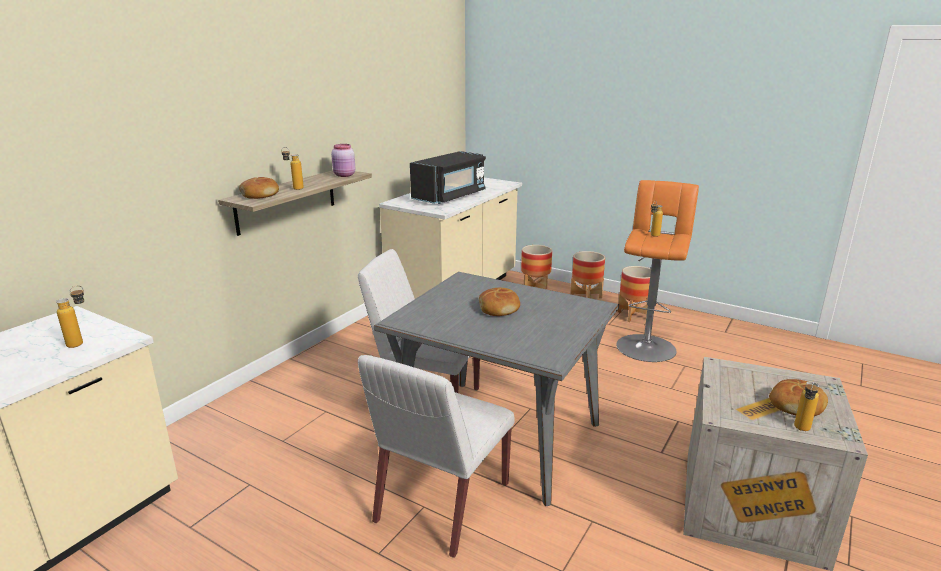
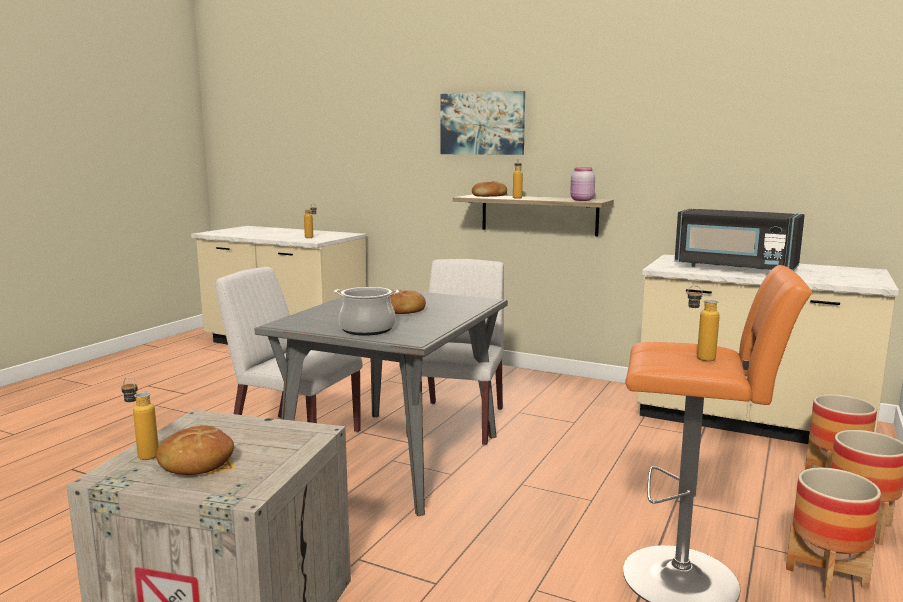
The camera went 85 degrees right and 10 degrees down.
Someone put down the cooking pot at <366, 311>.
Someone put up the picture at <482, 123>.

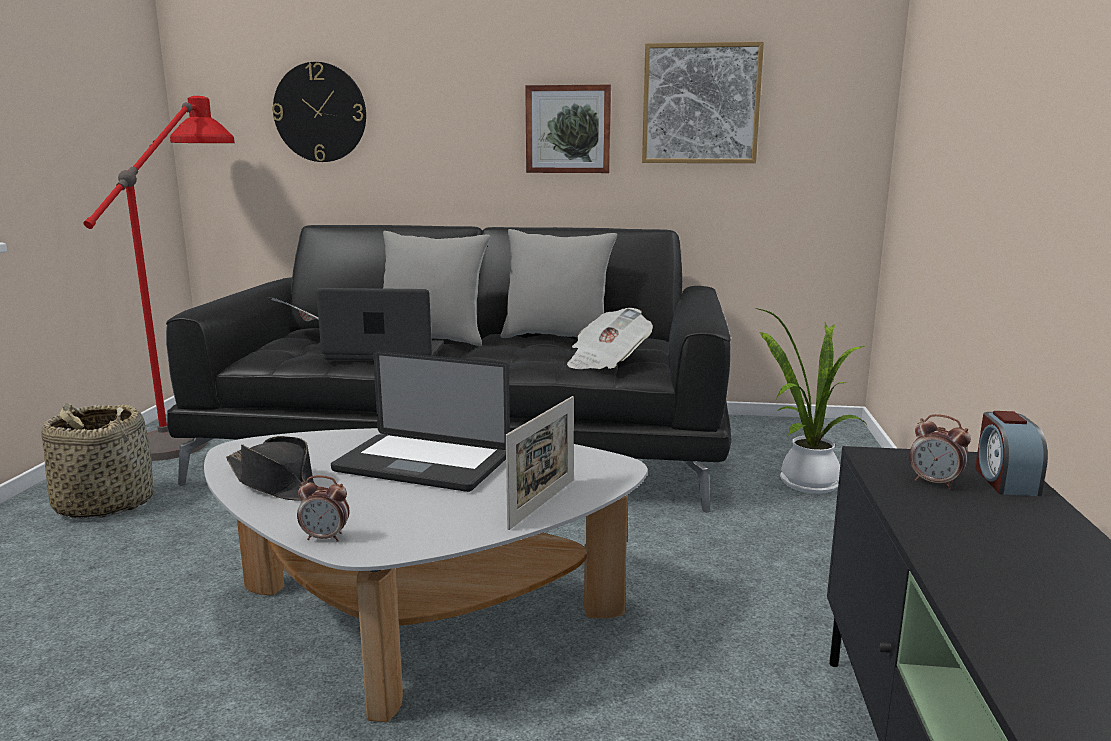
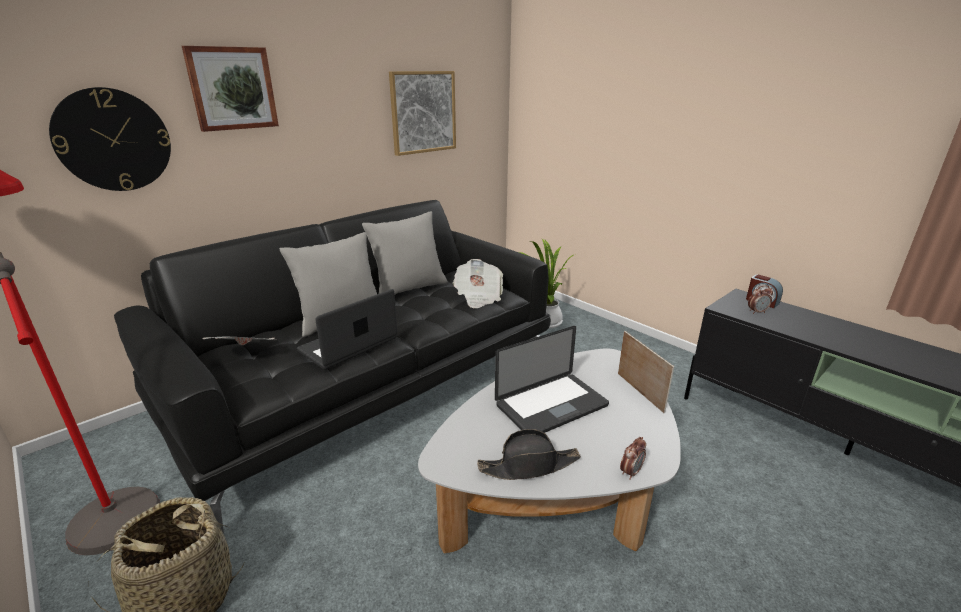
The camera went 50 degrees left and 10 degrees up.
Someone carried the picture from <568, 129> to <230, 89>.

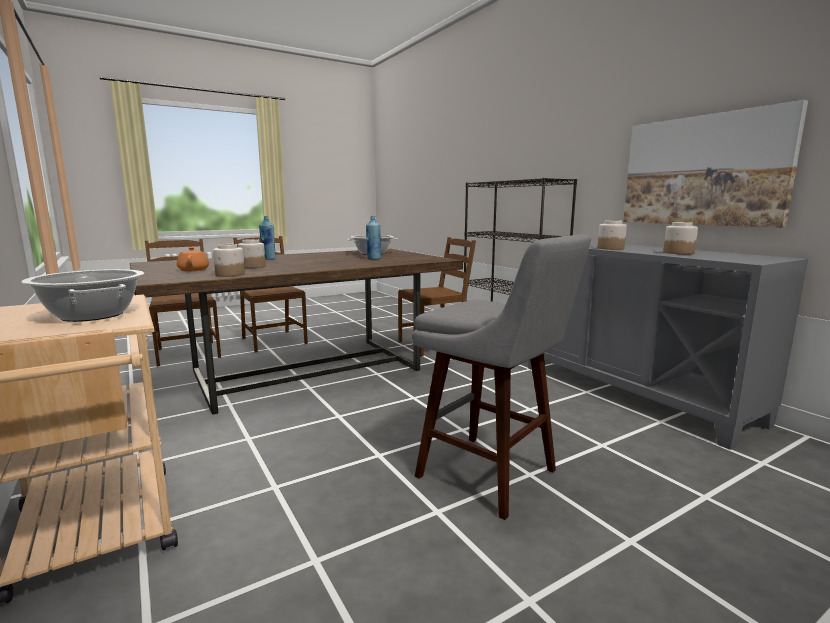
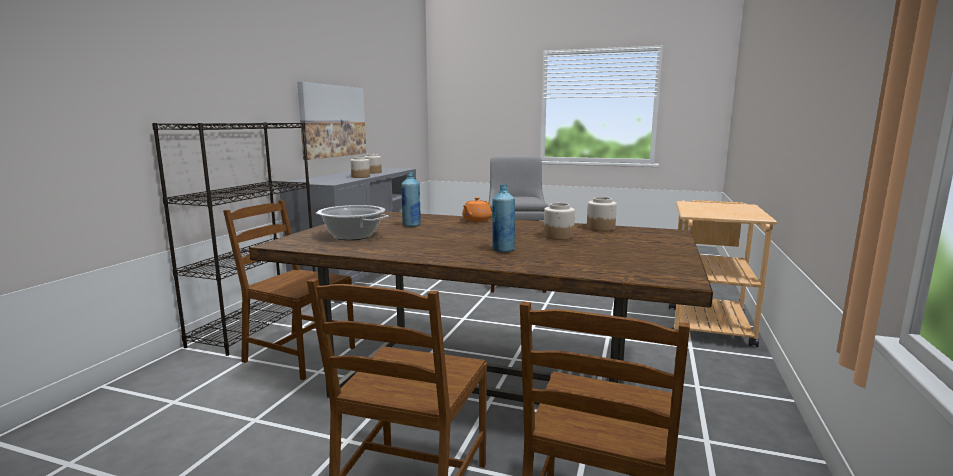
The camera went 130 degrees left and 0 degrees up.
Someone took away the cooking pot at <83, 295>.
Someone carried the teapot/orange from <193, 259> to <477, 209>.

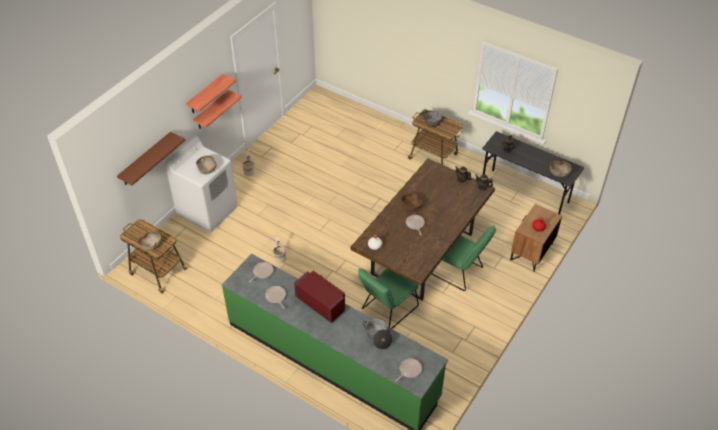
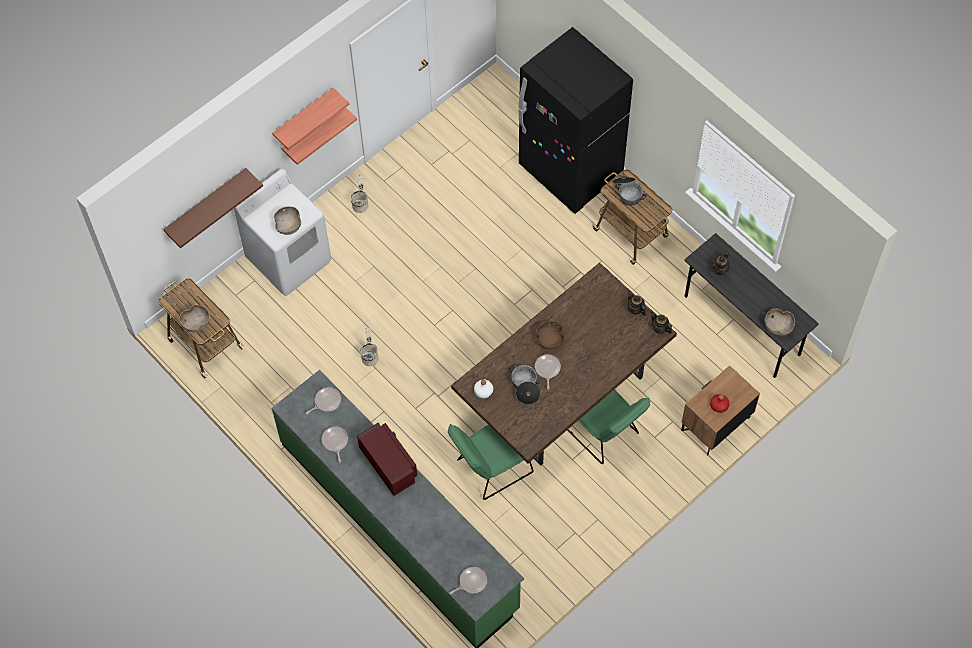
The camera went 15 degrees right and 15 degrees up.
Someone put down the fridge/black at <576, 120>.
Someone carried the cooking pot from <378, 334> to <525, 385>.

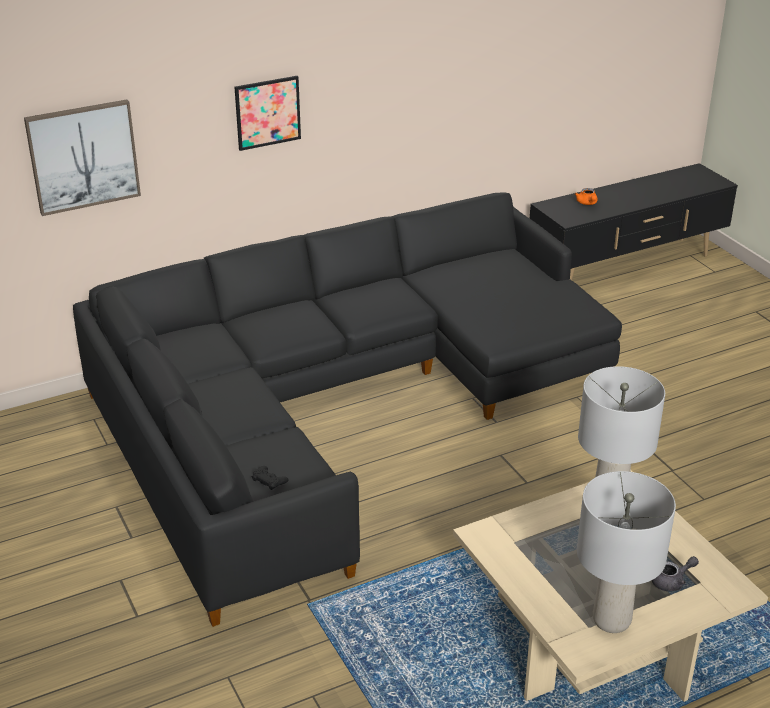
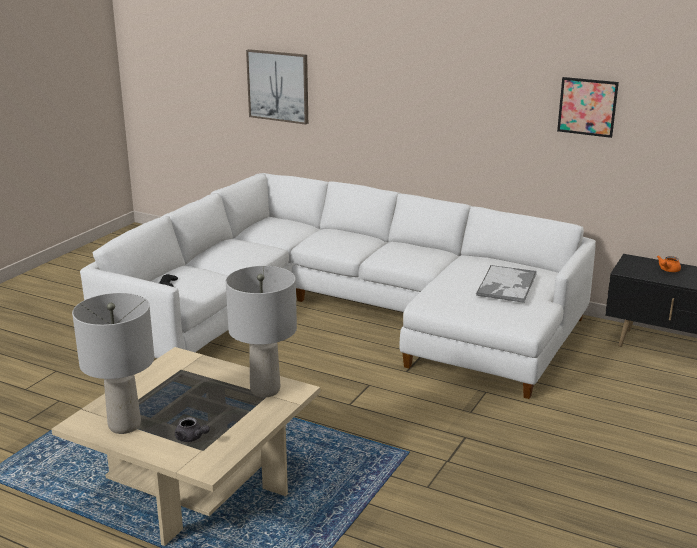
The camera went 55 degrees right and 10 degrees down.
Someone put down the tray at <506, 284>.
Someone carried the picture from <267, 113> to <588, 107>.
Someone repainted the sofa/black at <347, 409>, which became the sofa/white at <338, 286>.

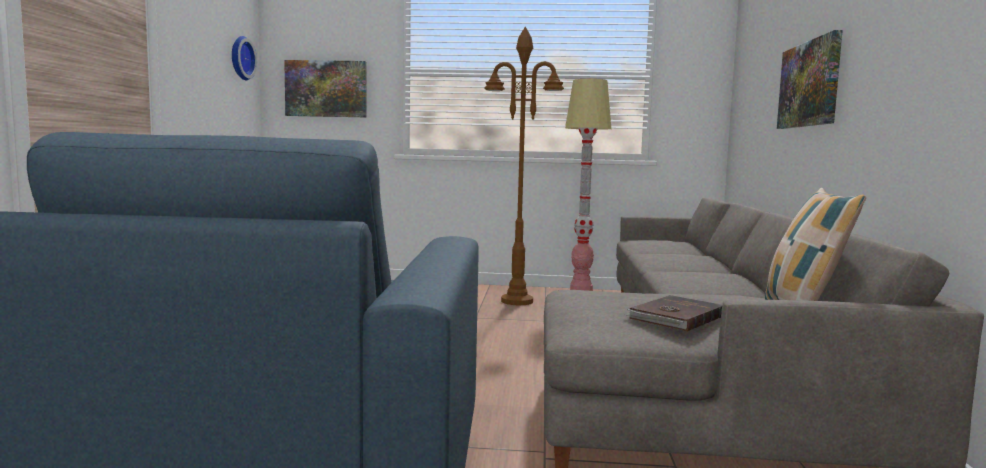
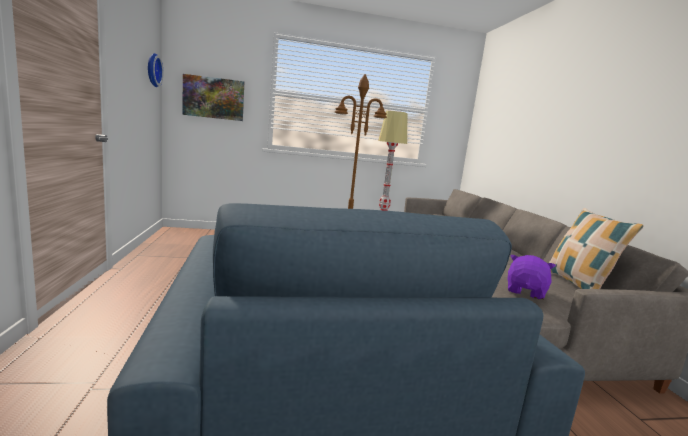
The camera went 15 degrees left and 5 degrees up.
Someone took away the picture at <810, 79>.
Someone swapped the book/brown at <673, 313> for the plush toy/purple at <531, 277>.

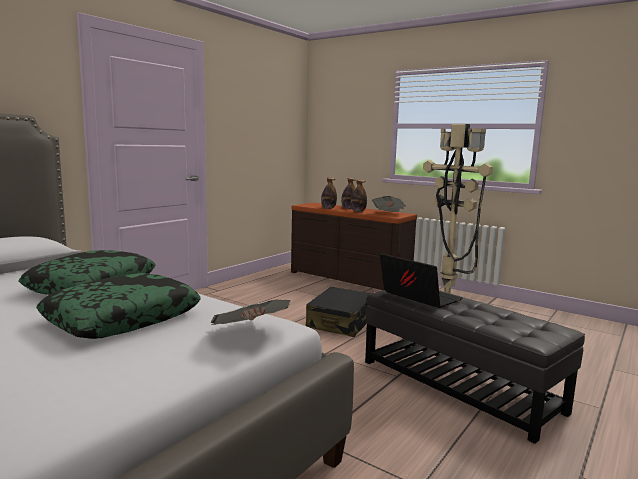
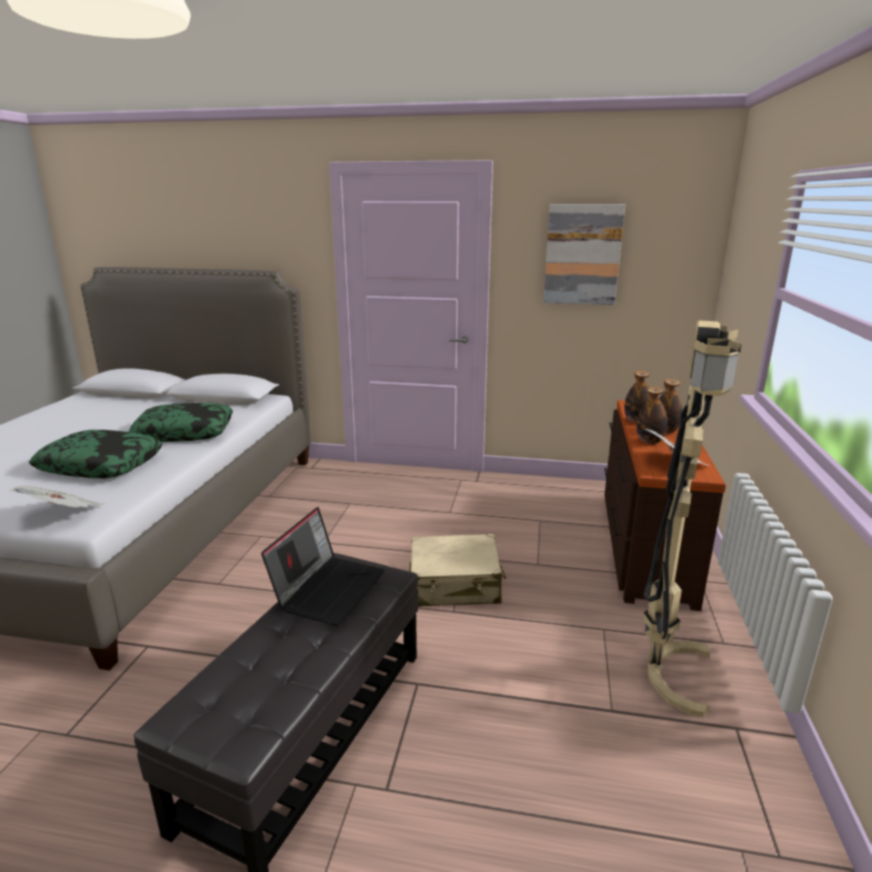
The camera went 65 degrees right and 10 degrees up.
Someone put up the picture at <584, 254>.
Someone repainted the suitcase/black at <338, 312>, which became the suitcase/beige at <458, 570>.

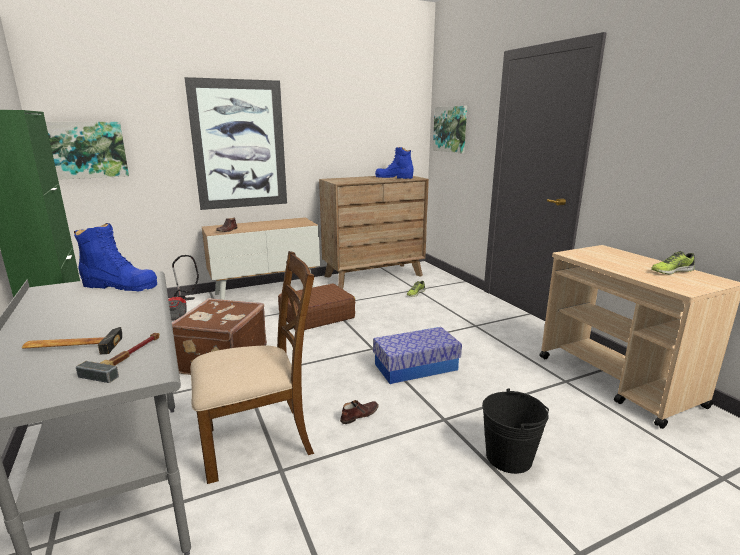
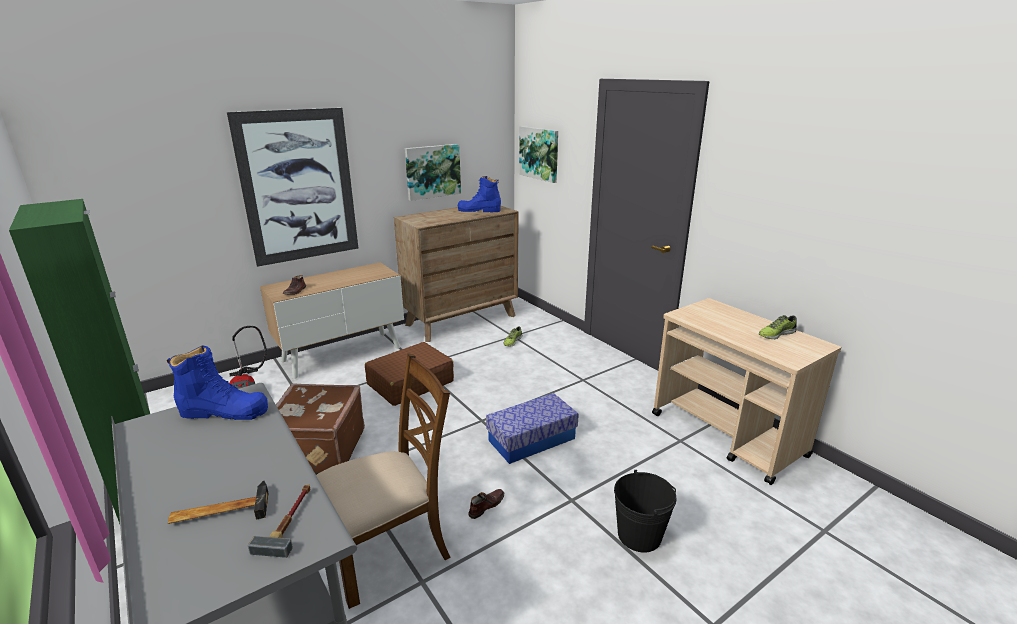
The camera went 10 degrees left and 5 degrees up.
Someone carried the picture from <87, 151> to <433, 172>.

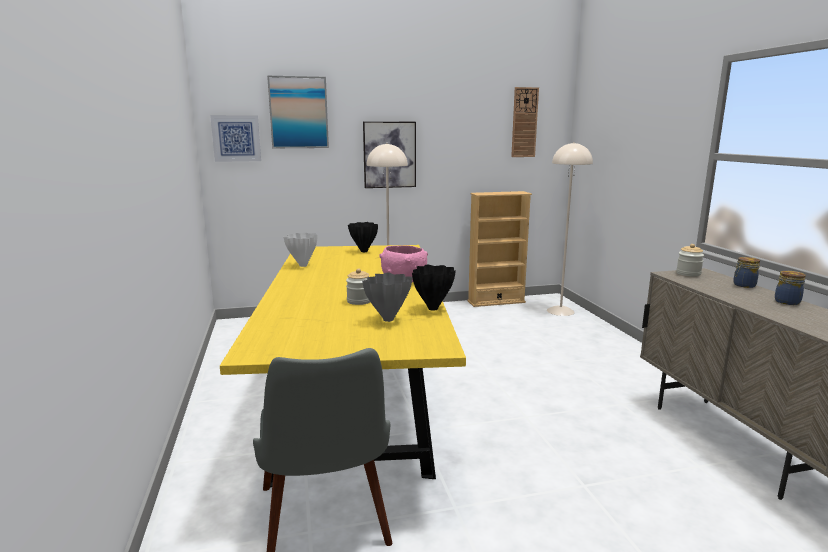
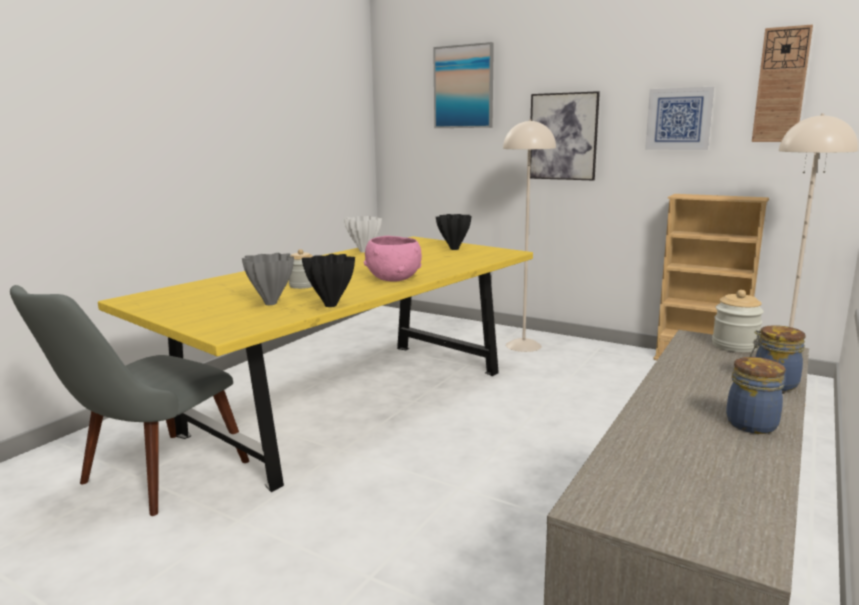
The camera went 45 degrees right and 0 degrees up.
Someone carried the picture from <235, 138> to <679, 118>.

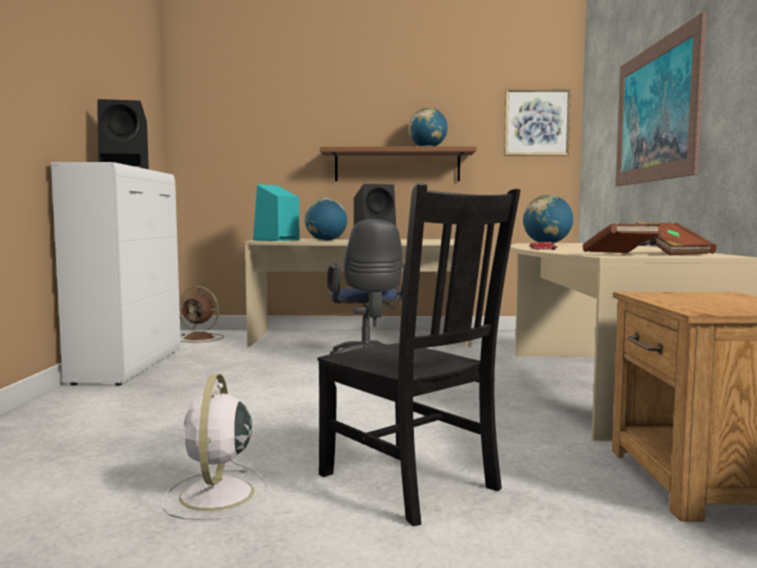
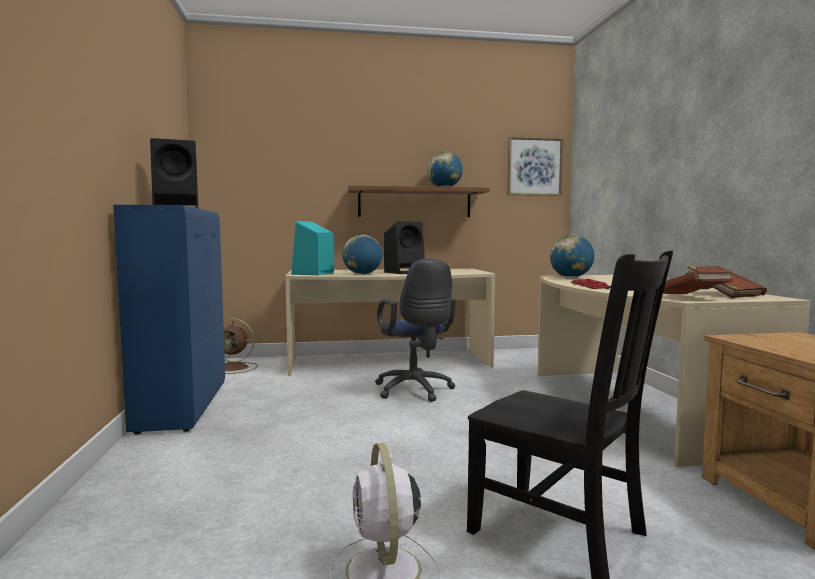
The camera went 10 degrees left and 0 degrees up.
Someone took away the picture at <661, 99>.
Someone repainted the cabinet/white at <116, 274>, which became the cabinet/blue at <169, 319>.

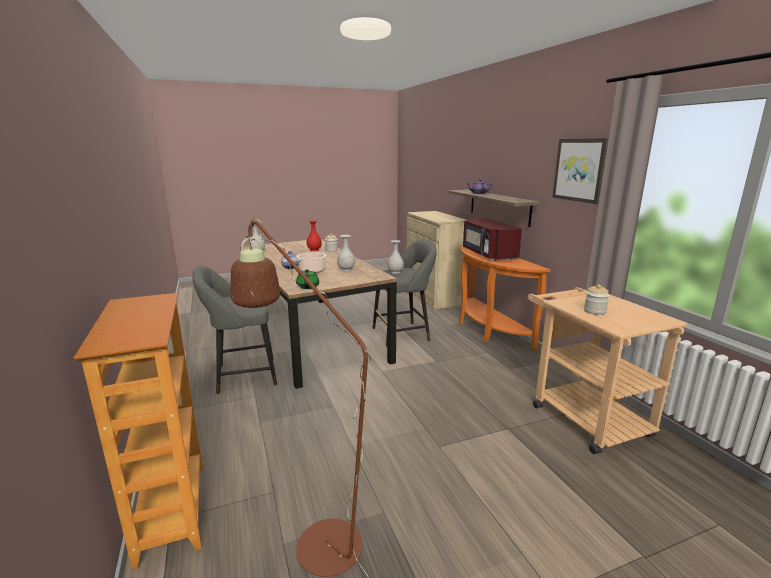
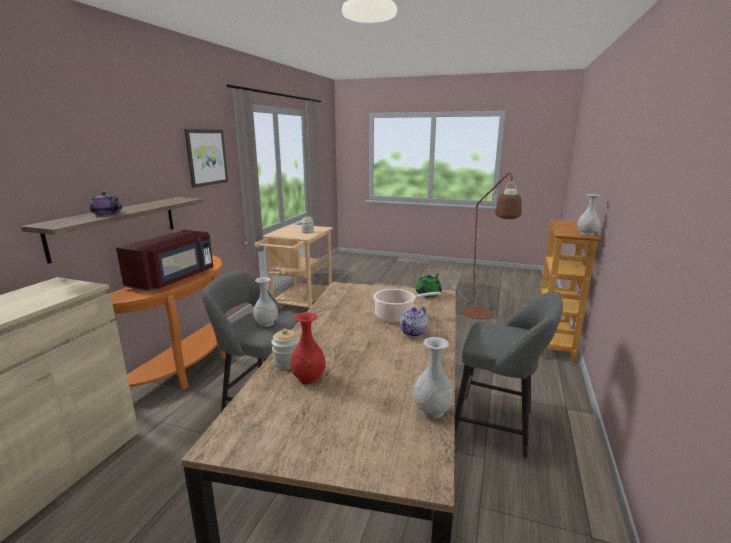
The camera went 140 degrees left and 0 degrees up.
Someone carried the vase/white from <346, 253> to <589, 215>.

